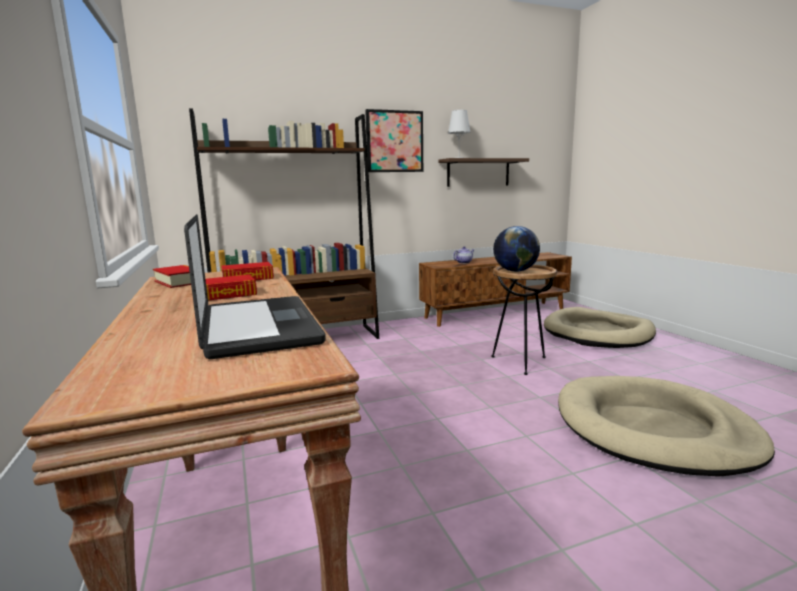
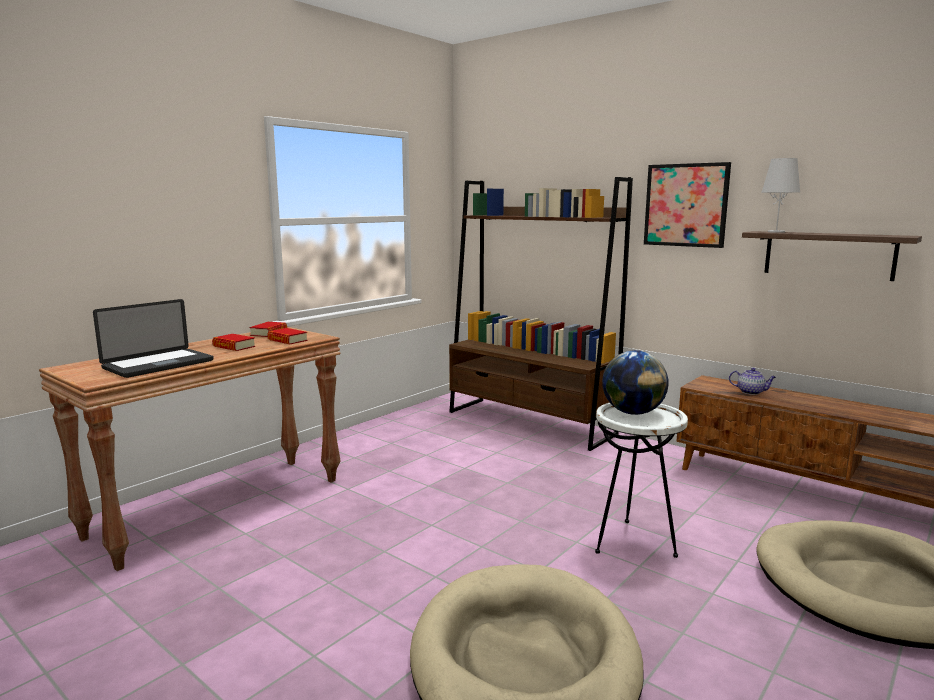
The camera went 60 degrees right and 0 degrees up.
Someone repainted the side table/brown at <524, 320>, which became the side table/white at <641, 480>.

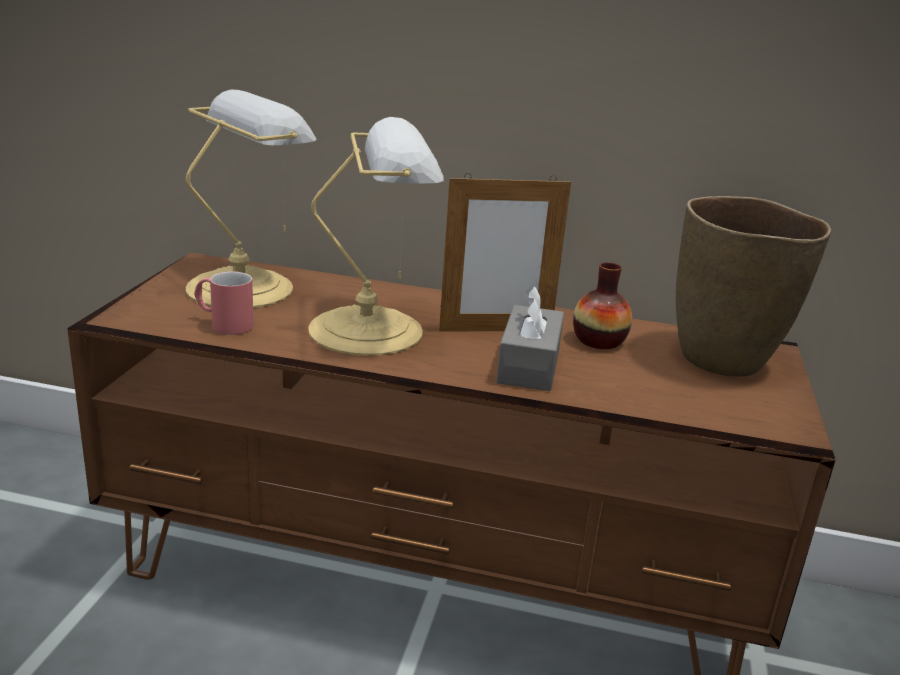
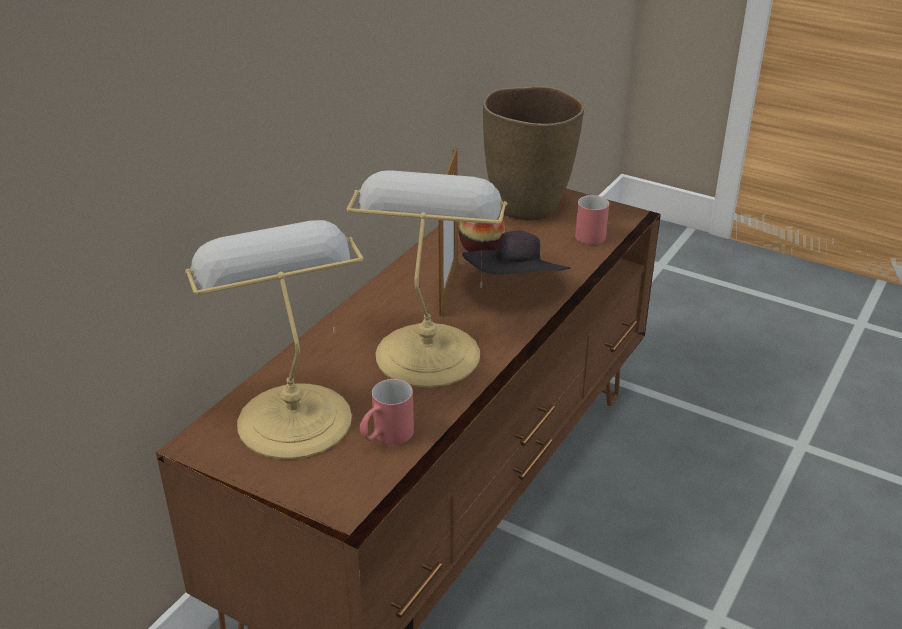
The camera went 70 degrees left and 10 degrees up.
Someone put down the mug/red at <592, 220>.
Someone swapped the tissue box/grey at <530, 338> for the hat/black at <516, 252>.

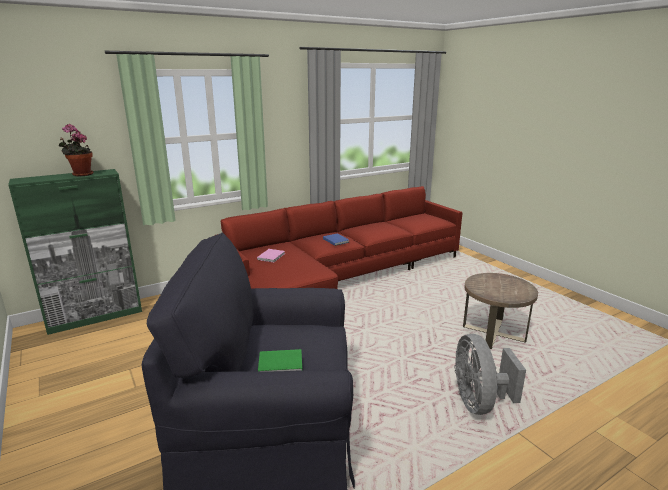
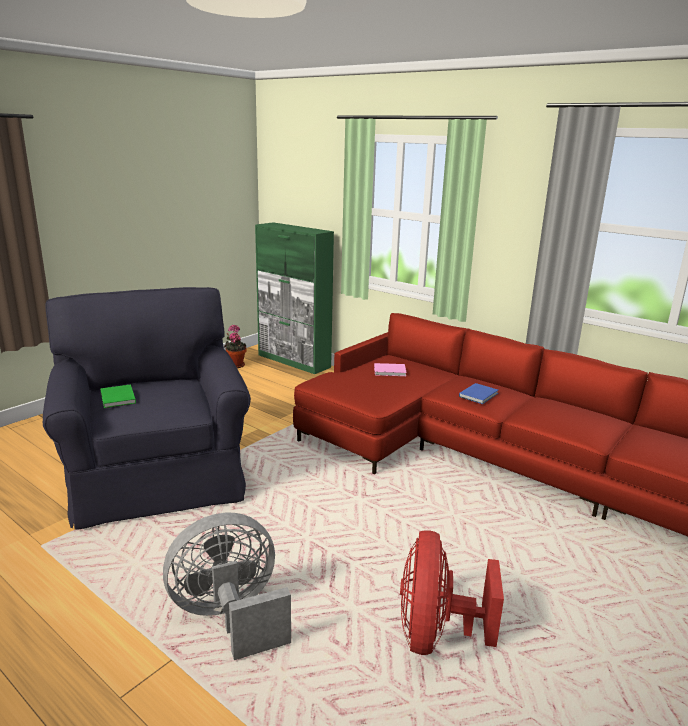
The camera went 70 degrees right and 0 degrees up.
Someone carried the potted plant from <76, 150> to <235, 346>.
Someone swapped the side table/brown at <500, 311> for the fan/red at <452, 592>.

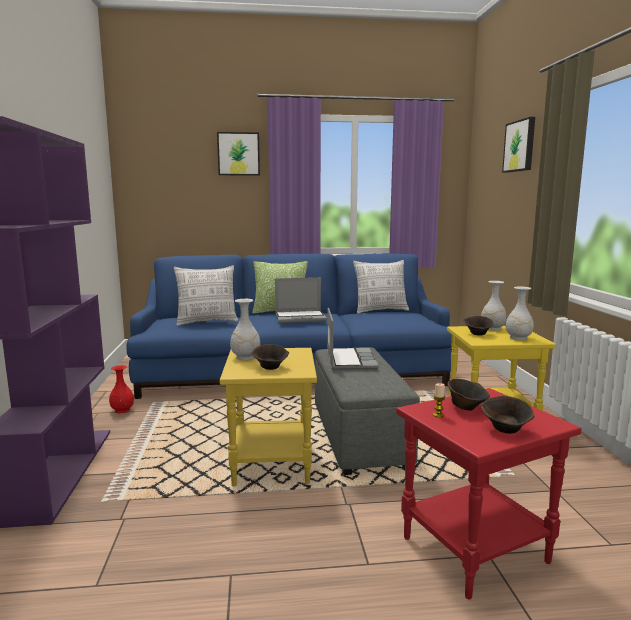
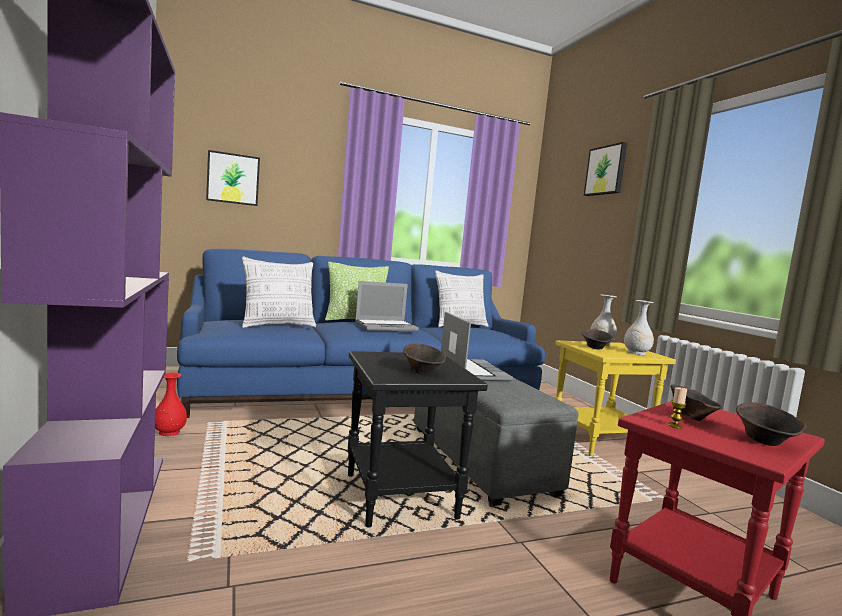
The camera went 15 degrees left and 5 degrees down.
Someone took away the vase/white at <245, 329>.
Someone carried the picture from <238, 154> to <233, 178>.
Someone repainted the side table/yellow at <268, 417>, which became the side table/black at <418, 439>.

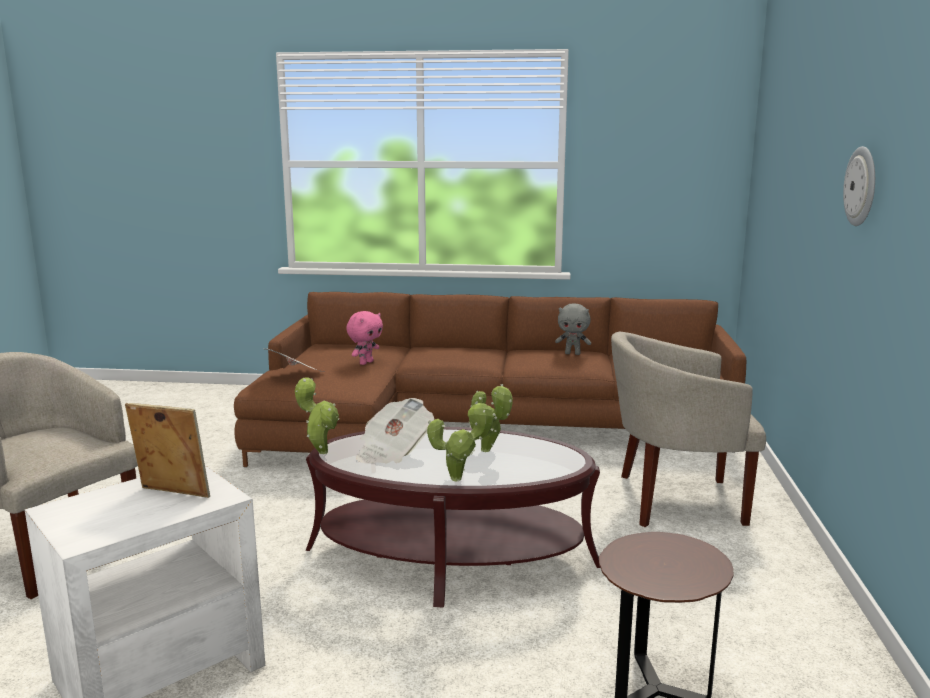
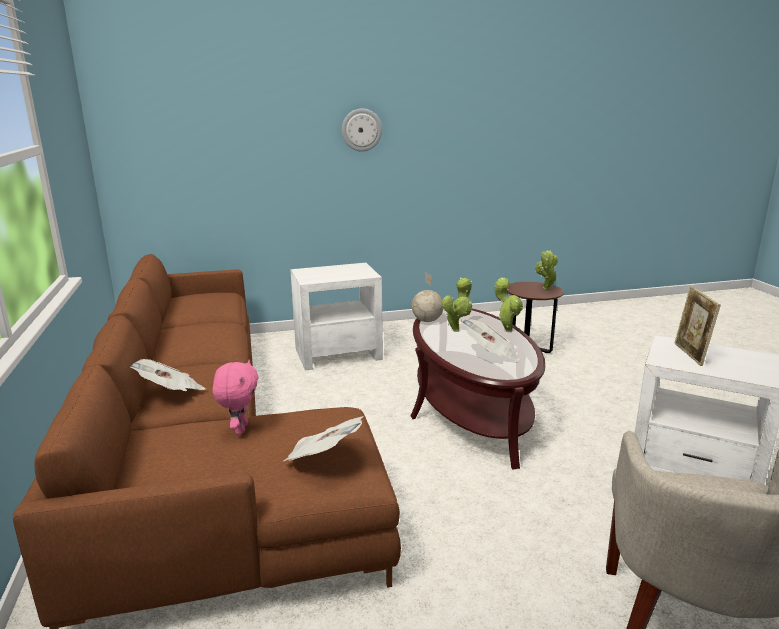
The camera went 110 degrees left and 5 degrees up.
Someone took away the plush toy/grey at <573, 329>.
Someone put down the newspaper at <168, 375>.
Someone put down the globe at <428, 297>.
Someone carried the potted plant from <317, 415> to <546, 269>.
Someone swapped the armchair/beige at <688, 429> for the side table/white at <336, 317>.
Someone rotated the plush toy/pink at <364, 338> by 75 degrees clockwise.

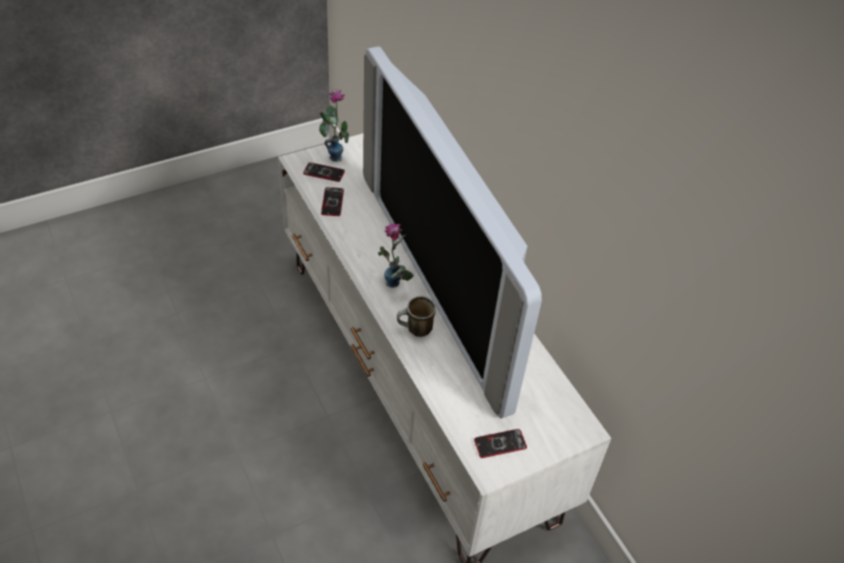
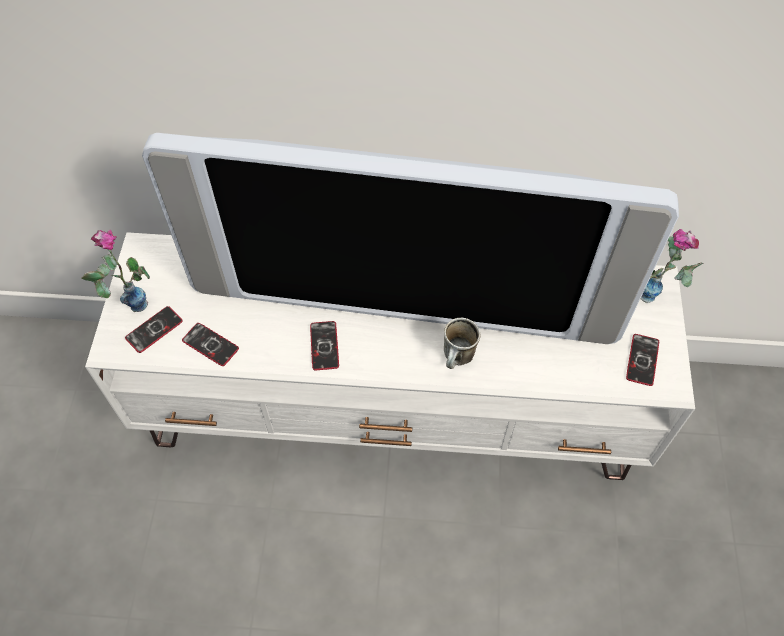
The camera went 55 degrees left and 10 degrees up.
Someone put down the phone at <324, 345>.
Someone carried the vase from <396, 256> to <671, 266>.

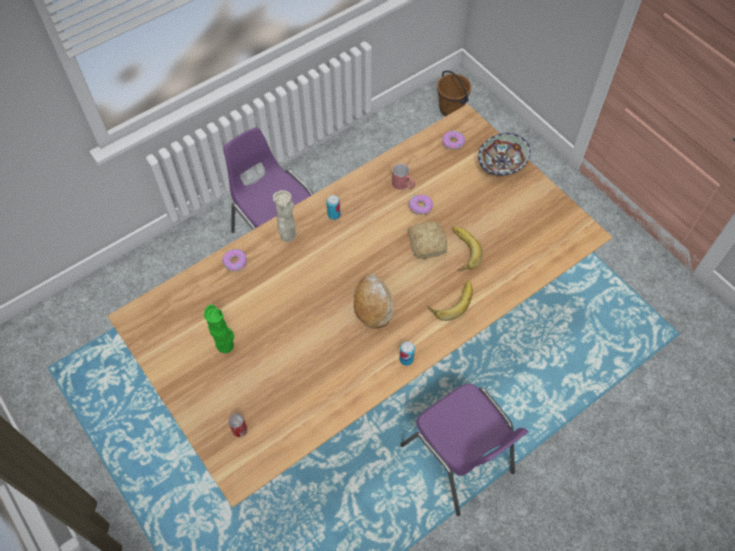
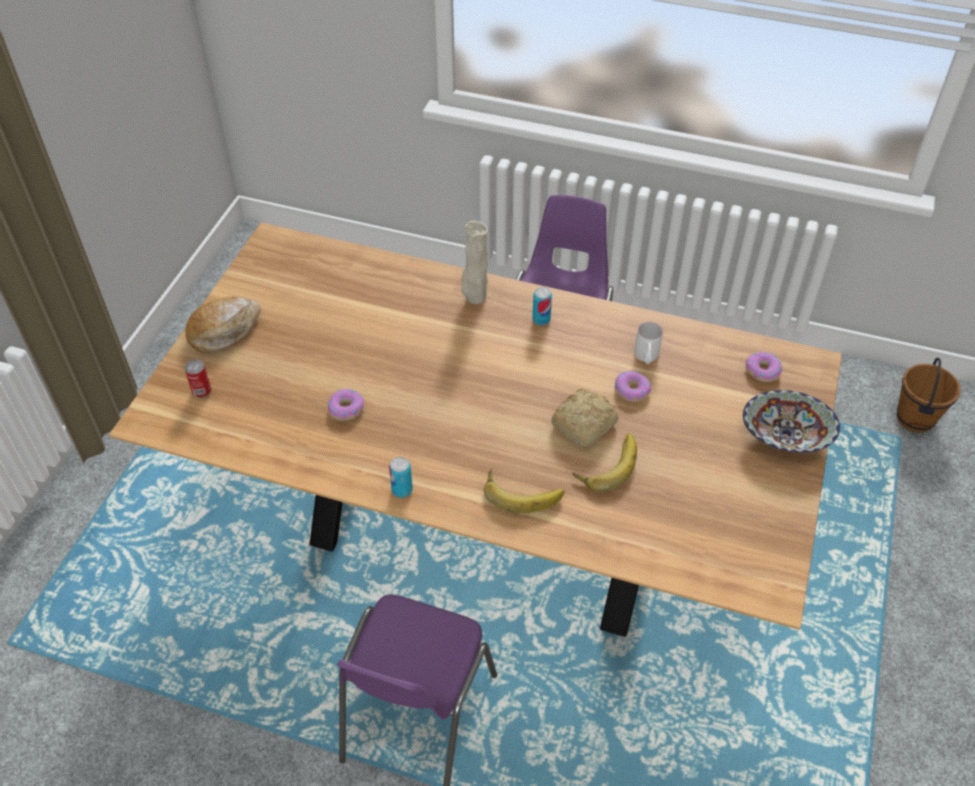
The camera went 55 degrees right and 10 degrees down.
Someone took away the vase/green at <219, 328>.
Someone carried the donut from <234, 260> to <346, 405>.
Someone carried the bread from <373, 301> to <223, 324>.
Someone repainted the mug/red at <403, 176>, which became the mug/white at <648, 343>.

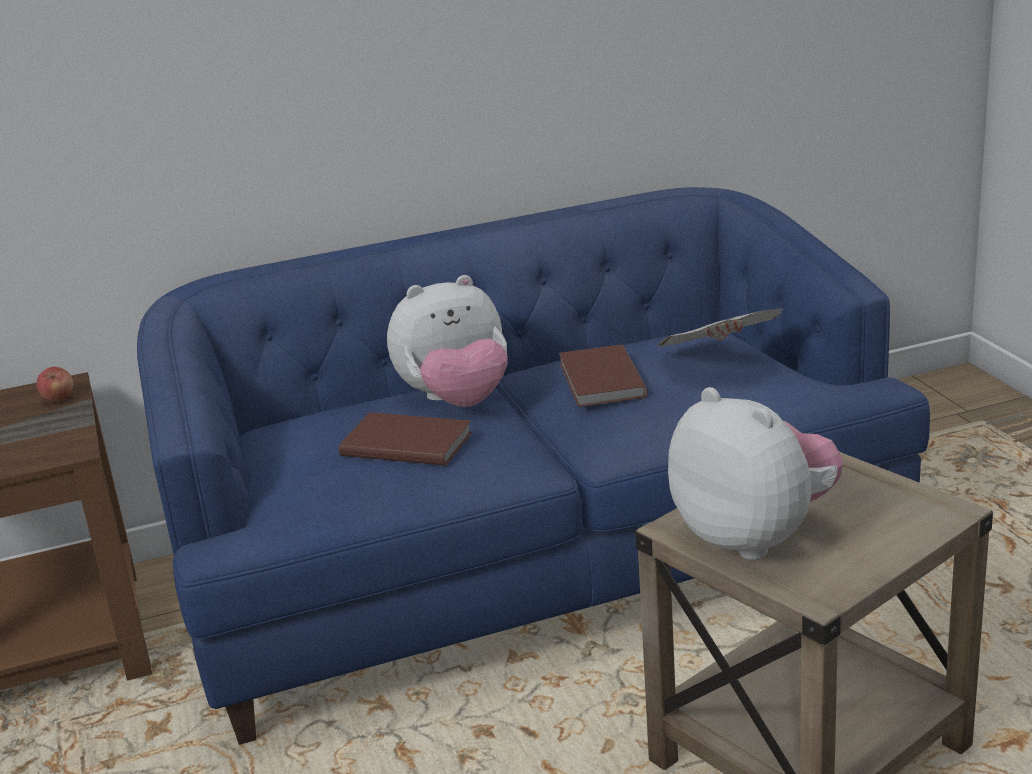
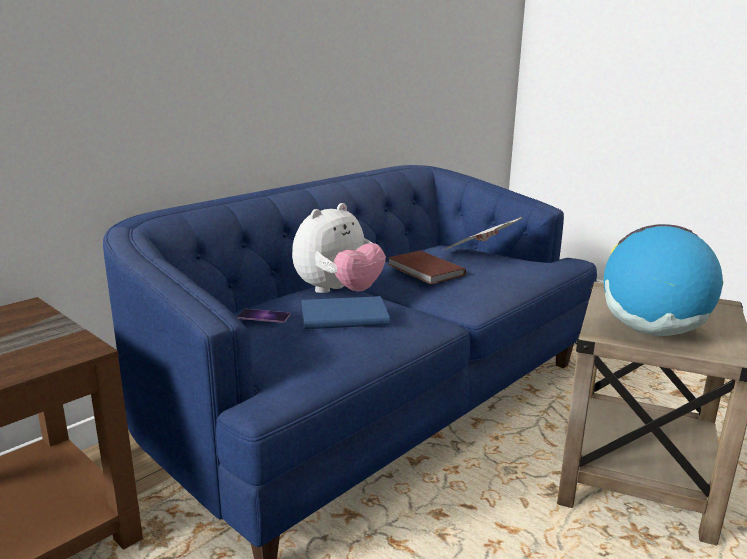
The camera went 30 degrees left and 5 degrees down.
Someone took away the apple at <54, 384>.
Someone put down the phone at <264, 316>.
Someone swapped the plush toy at <755, 473> for the globe at <663, 280>.
Someone repainted the book/brown at <405, 439>, which became the book/blue at <346, 312>.

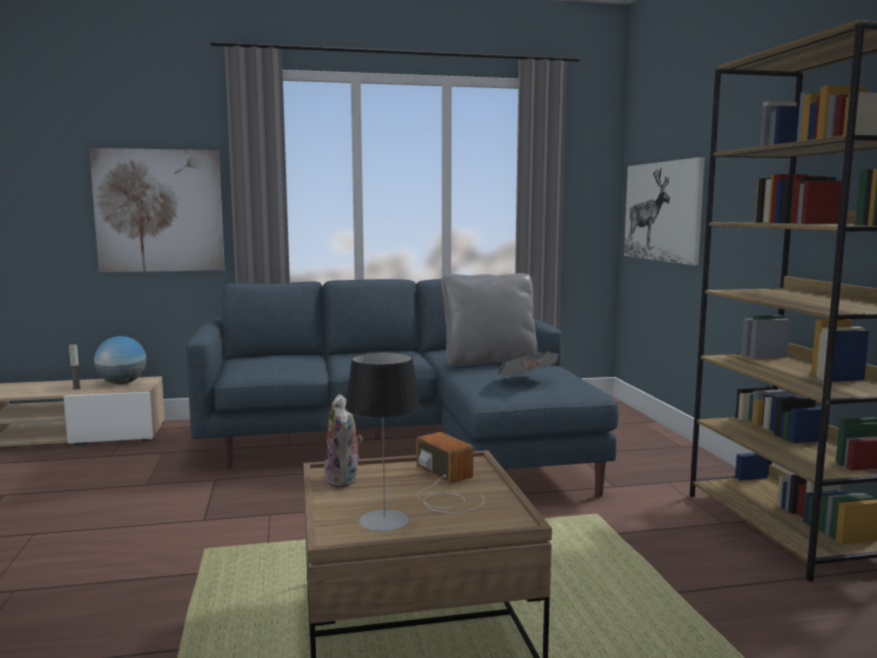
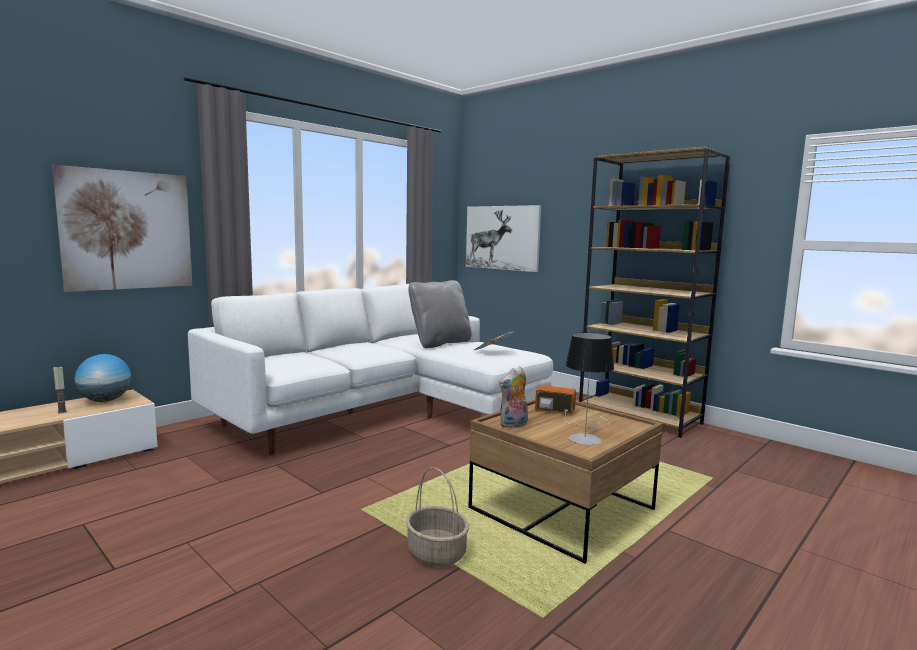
The camera went 35 degrees left and 0 degrees up.
Someone put down the basket at <437, 516>.
Someone repainted the sofa/blue at <402, 388>, which became the sofa/white at <370, 369>.
Someone rotated the plush toy at <343, 441> by 105 degrees clockwise.

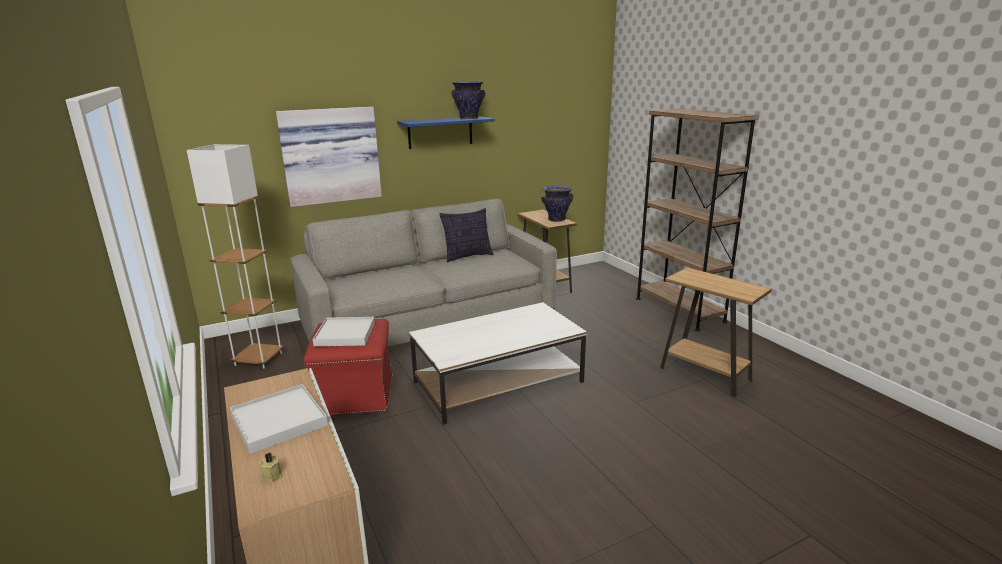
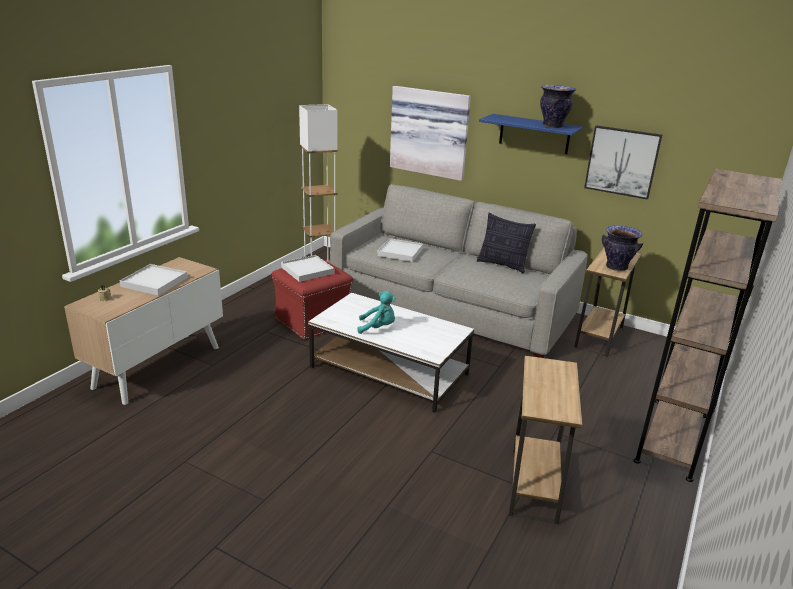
The camera went 55 degrees right and 5 degrees up.
Someone put down the plush toy/turquoise at <377, 312>.
Someone put down the tray/white at <400, 250>.
Someone put up the picture at <623, 162>.

